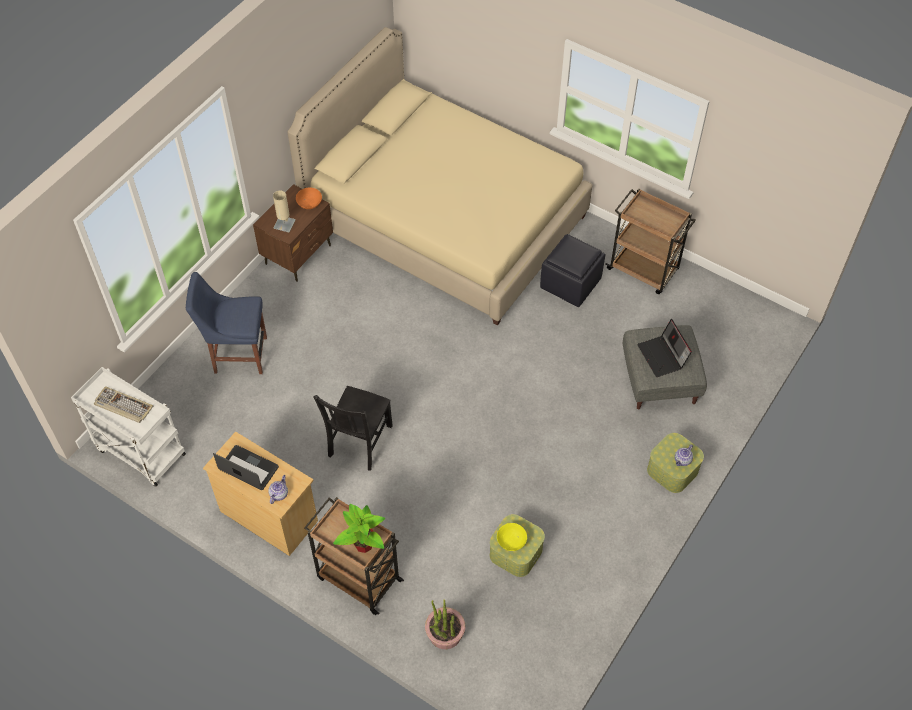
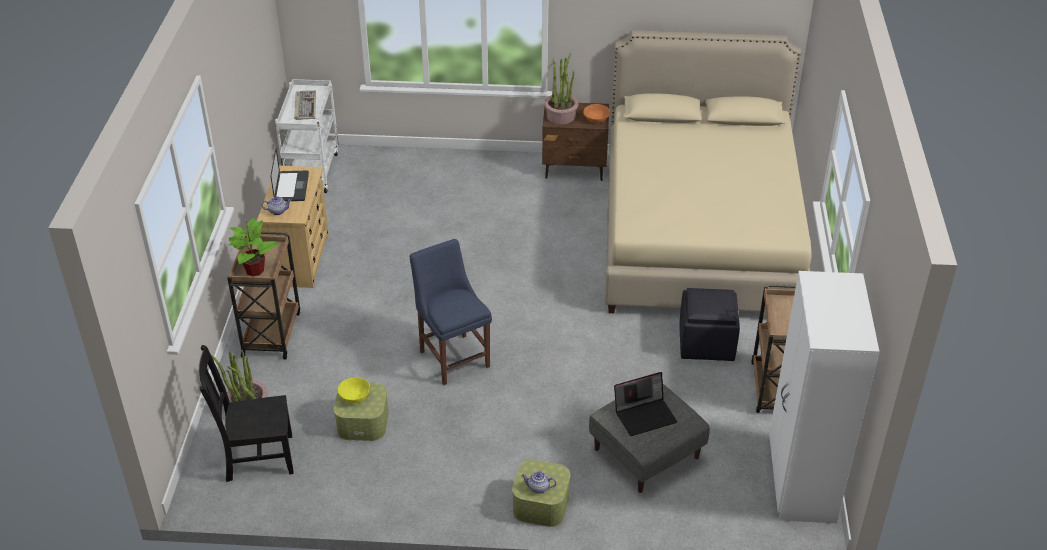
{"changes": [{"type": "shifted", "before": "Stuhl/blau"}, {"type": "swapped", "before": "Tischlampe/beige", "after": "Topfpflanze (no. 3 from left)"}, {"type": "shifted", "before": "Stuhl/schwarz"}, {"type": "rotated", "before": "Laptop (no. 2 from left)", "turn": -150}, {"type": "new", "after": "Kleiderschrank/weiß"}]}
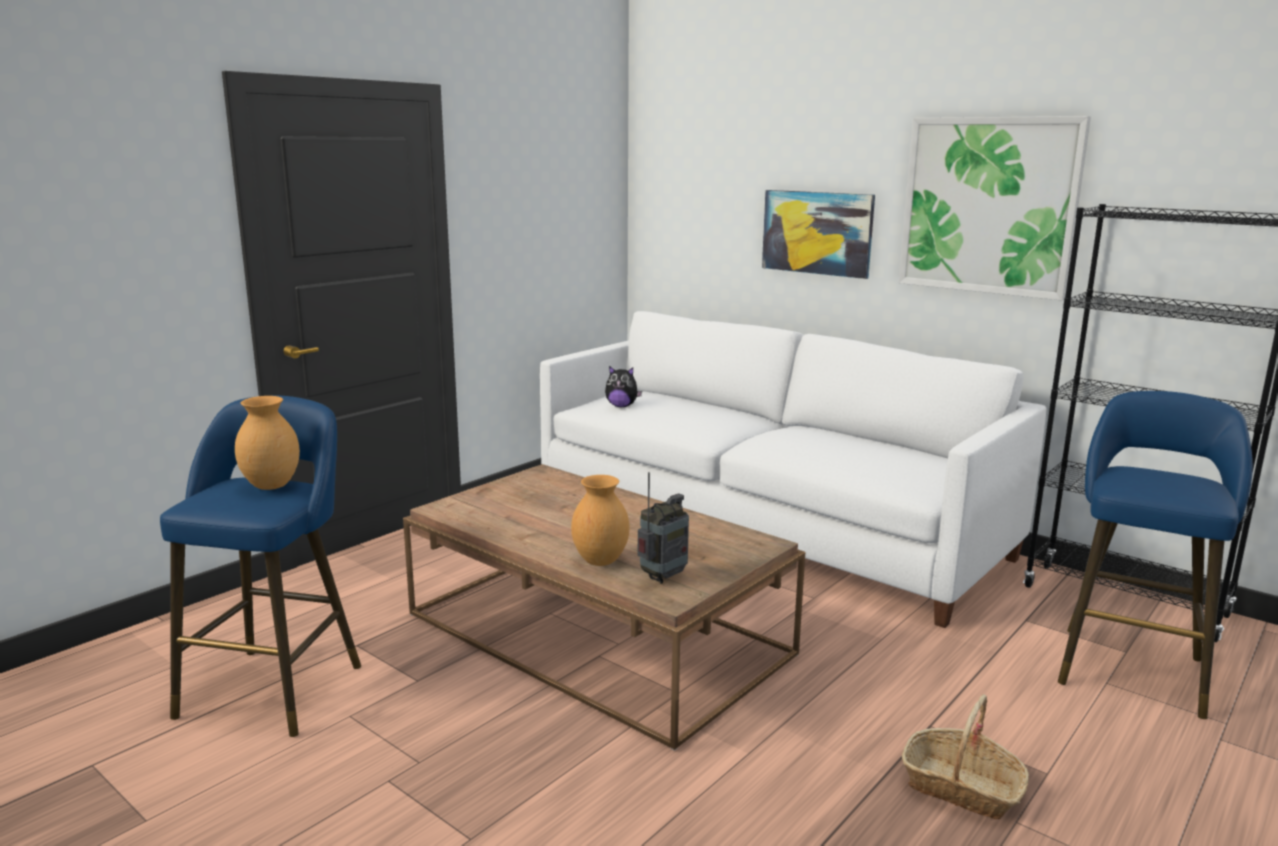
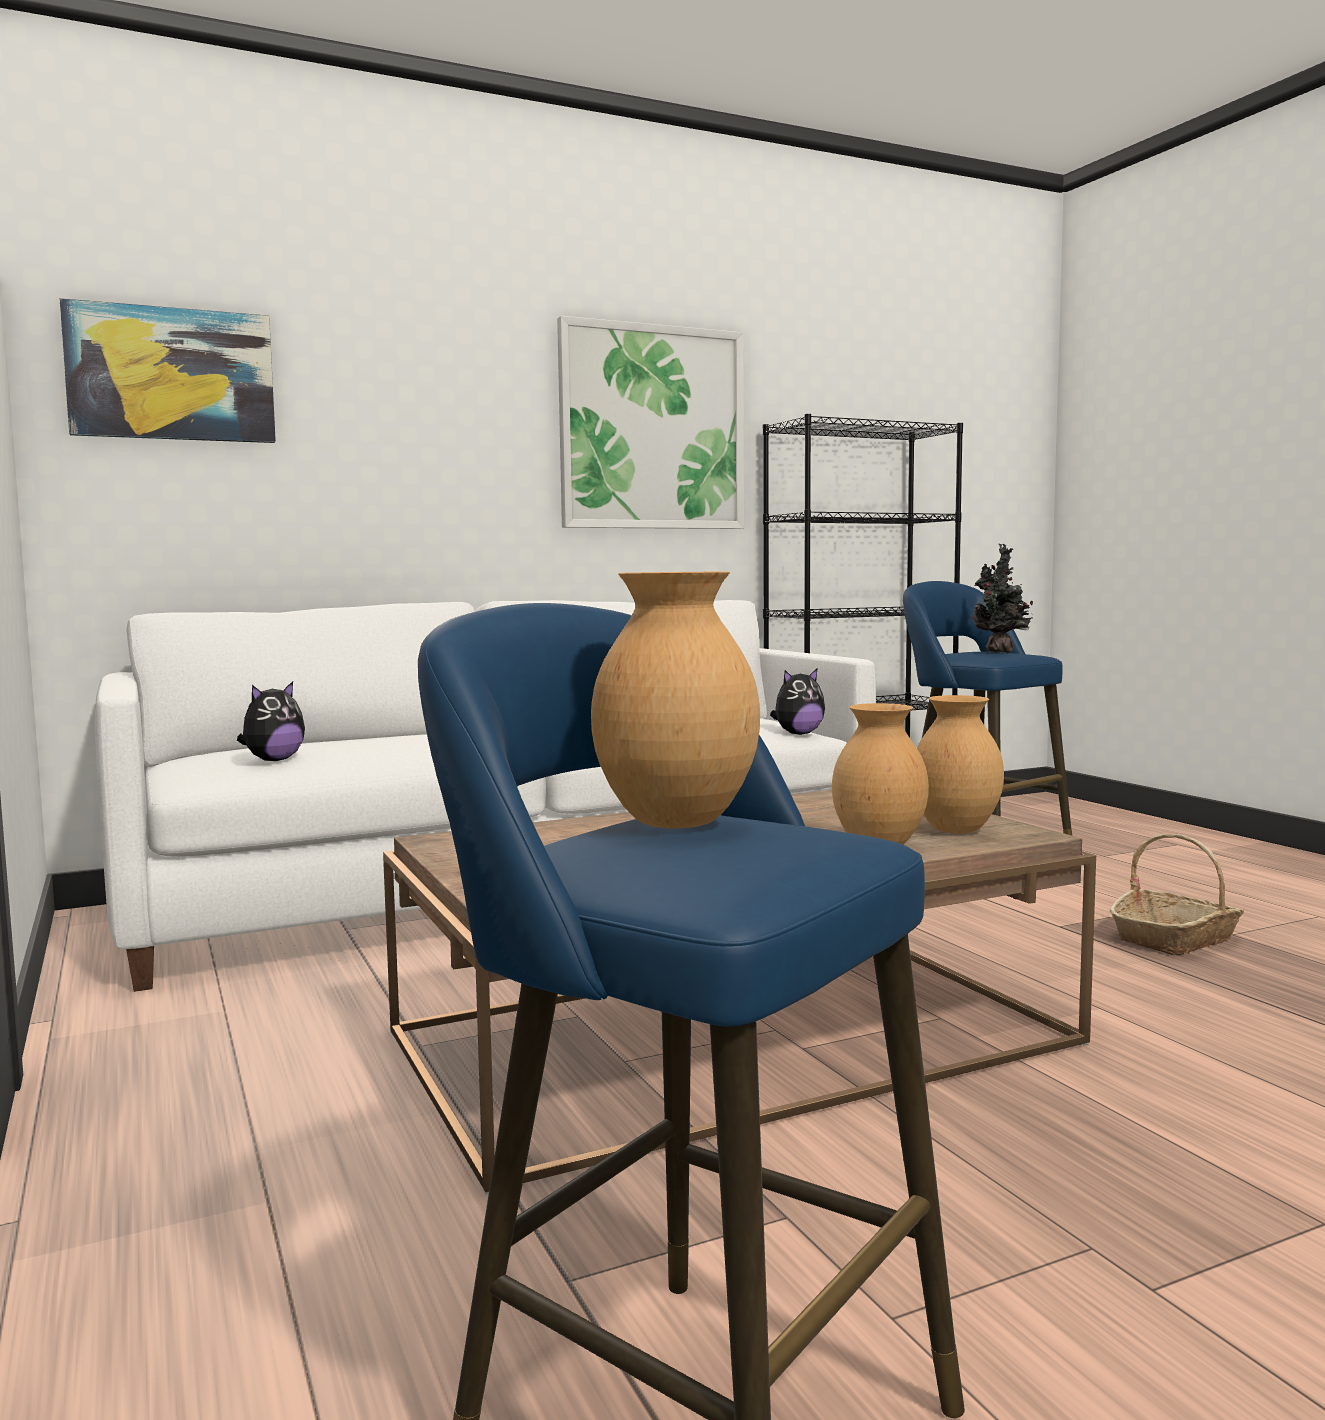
{"changes": [{"type": "swapped", "before": "Radio", "after": "Vase/braun (no. 3 from left)"}, {"type": "shifted", "before": "Bild (no. 1 from left)"}, {"type": "new", "after": "Plüschtier (no. 2 from left)"}, {"type": "new", "after": "Topfpflanze"}]}
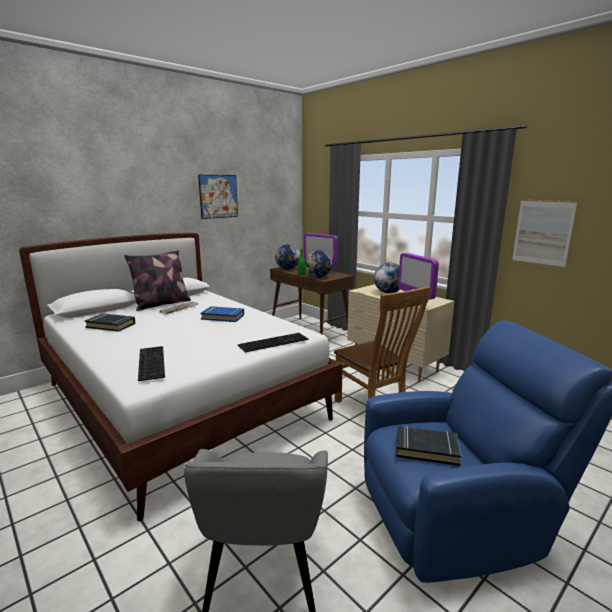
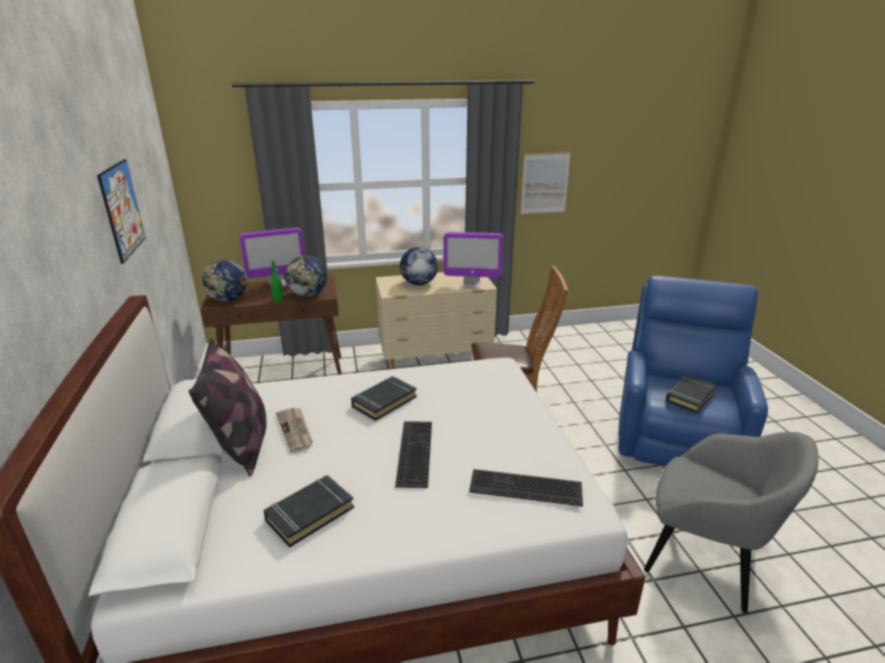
{"changes": [{"type": "repainted", "before": "Buch/blau", "after": "Buch/schwarz (no. 2 from left)"}, {"type": "shifted", "before": "Tastatur (no. 2 from left in the first image)", "after": "Tastatur (no. 1 from left)"}]}
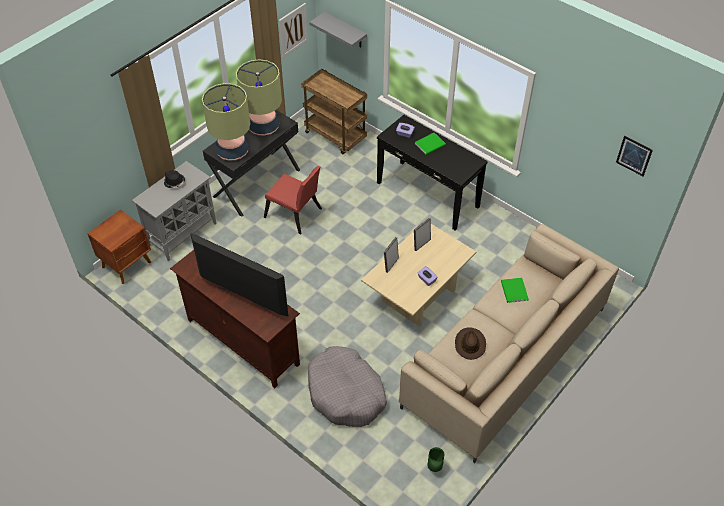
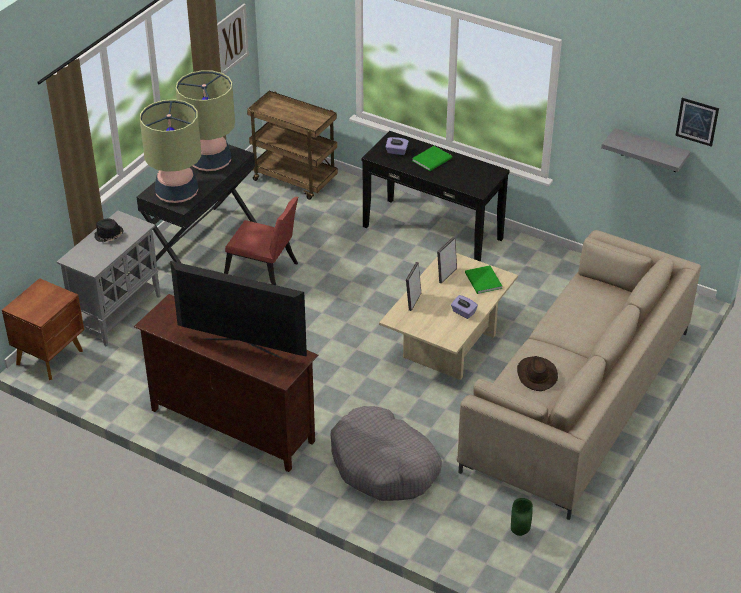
{"changes": [{"type": "shifted", "before": "Wandregal/grau"}, {"type": "shifted", "before": "Buch/grün (no. 2 from left)"}]}
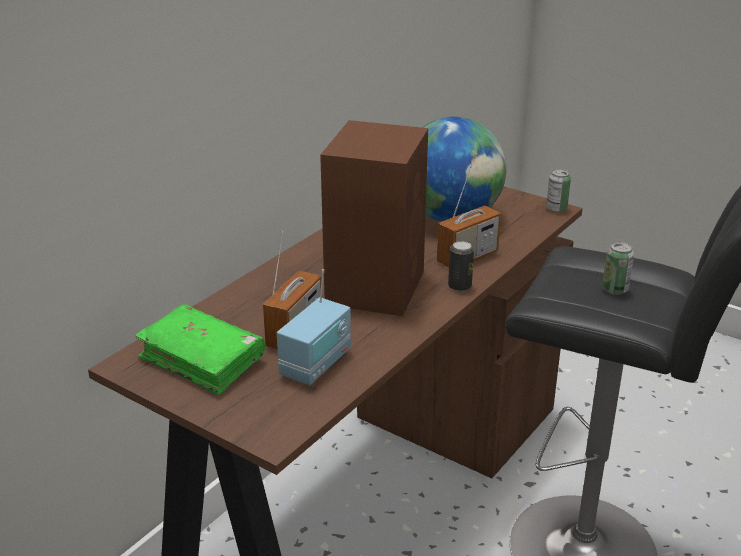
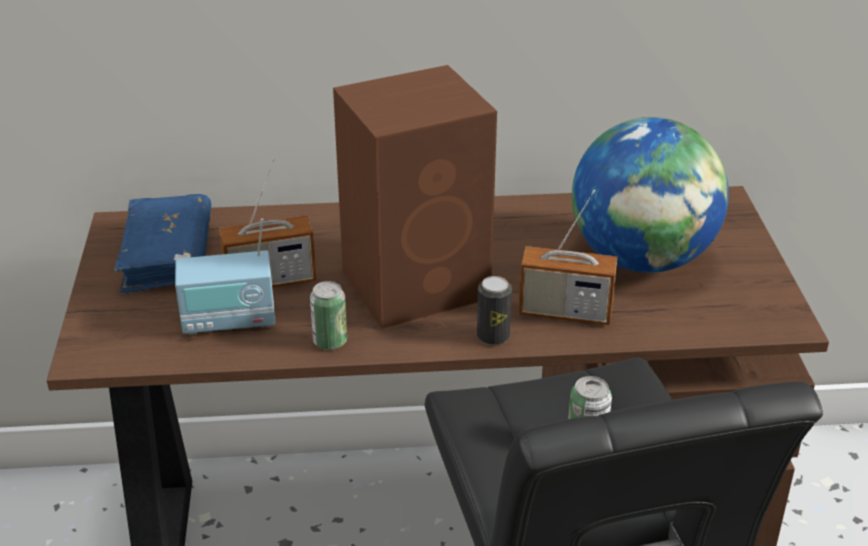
{"changes": [{"type": "repainted", "before": "Buch/grün", "after": "Buch/blau"}, {"type": "shifted", "before": "Dose (no. 2 from left in the first image)", "after": "Dose (no. 1 from left)"}]}
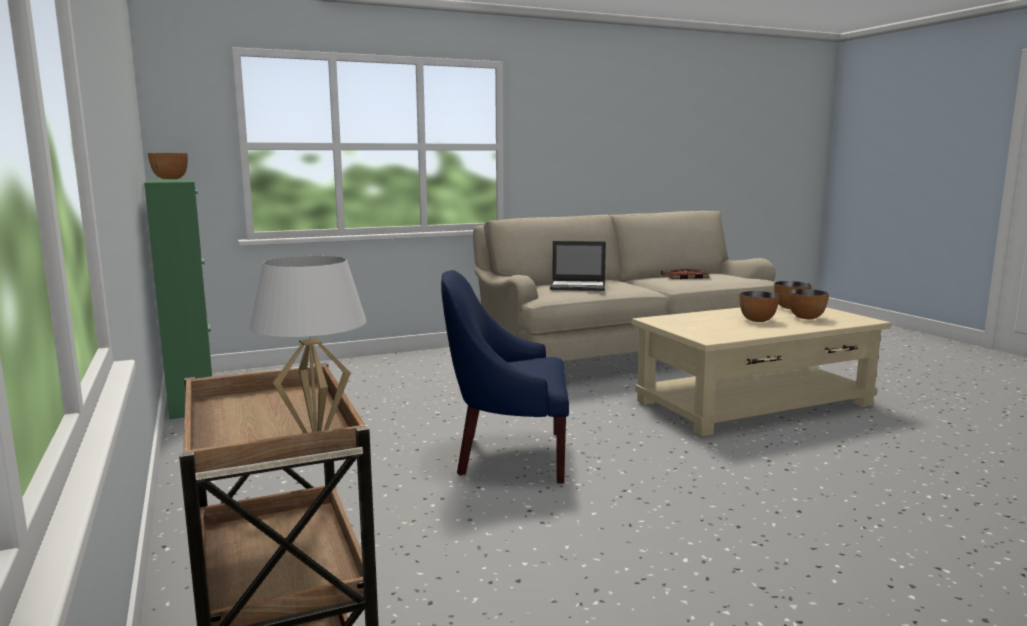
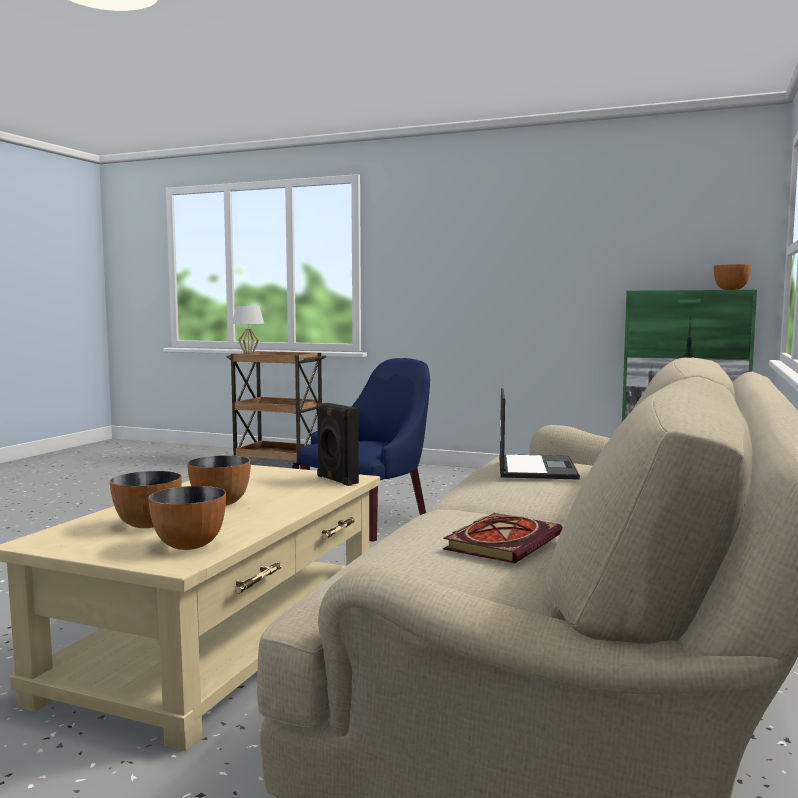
{"changes": [{"type": "rotated", "before": "Laptop", "turn": 135}, {"type": "new", "after": "Lautsprecher/schwarz"}]}
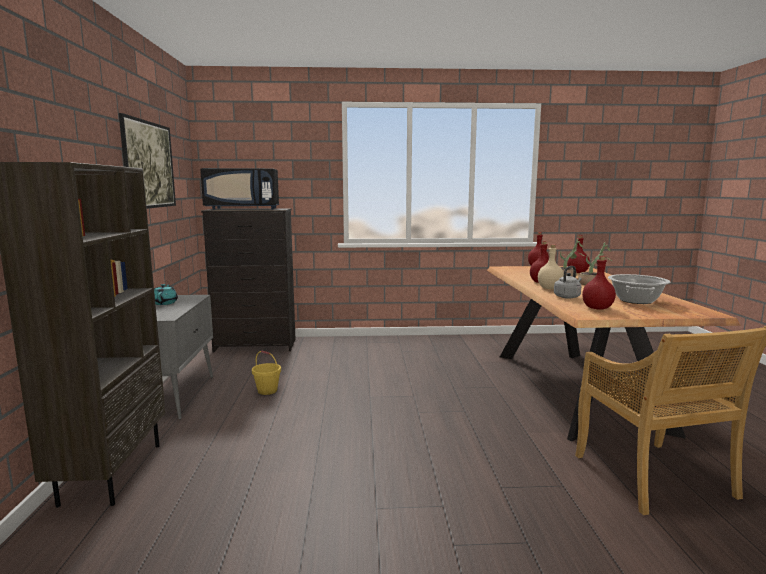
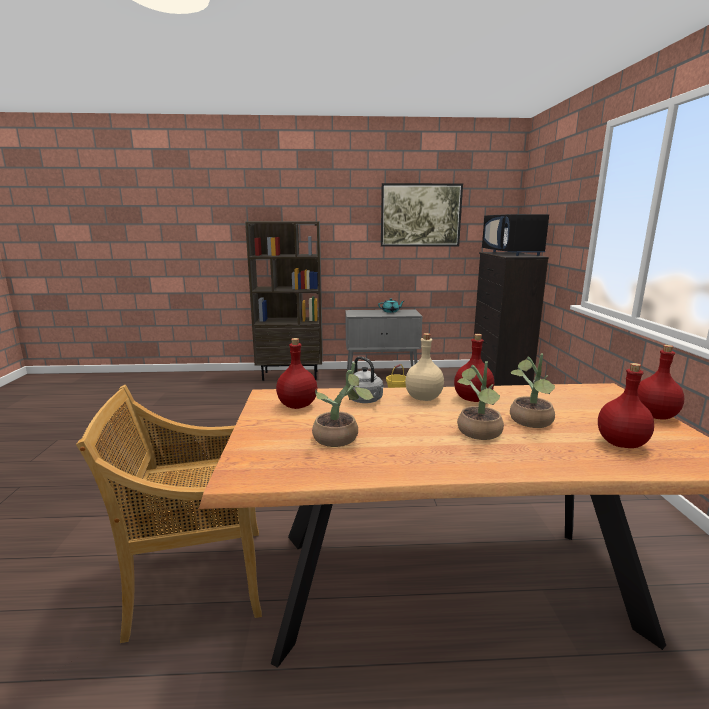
{"changes": [{"type": "swapped", "before": "Kochtopf", "after": "Topfpflanze (no. 1 from left)"}]}
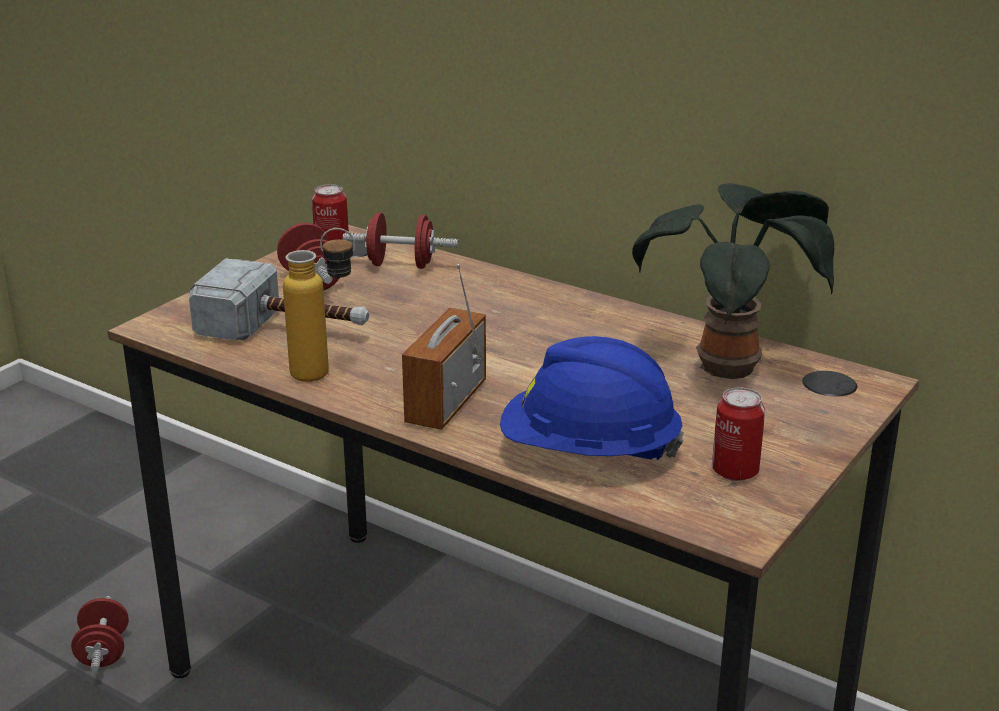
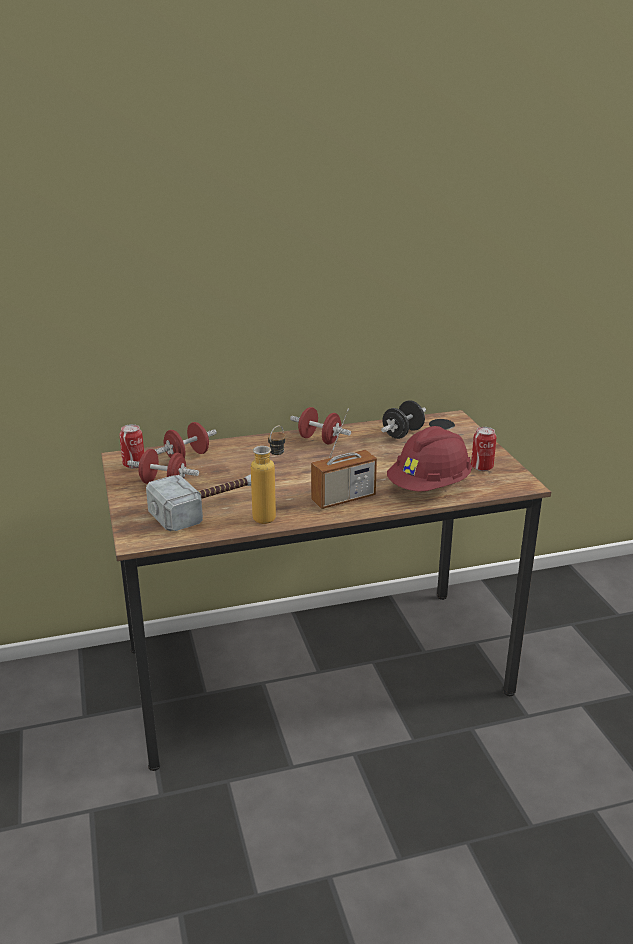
{"changes": [{"type": "shifted", "before": "Hantel/rot (no. 1 from left in the first image)", "after": "Hantel/rot (no. 3 from left)"}, {"type": "rotated", "before": "Radio", "turn": -90}, {"type": "repainted", "before": "Schutzhelm/blau", "after": "Schutzhelm/rot"}, {"type": "swapped", "before": "Topfpflanze", "after": "Hantel/schwarz"}]}
